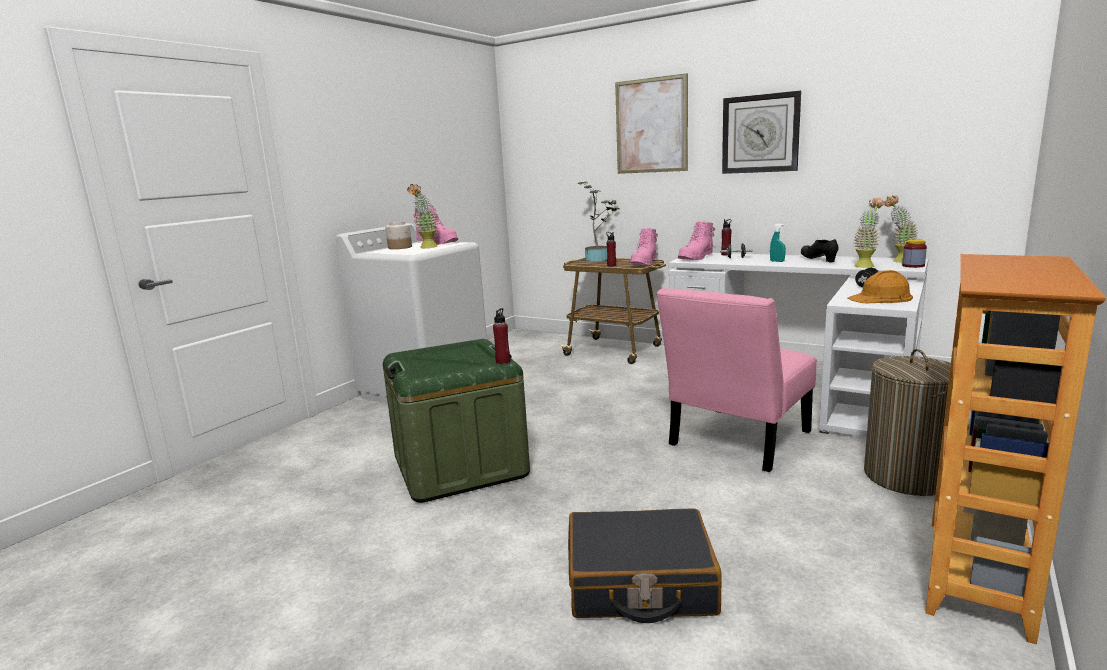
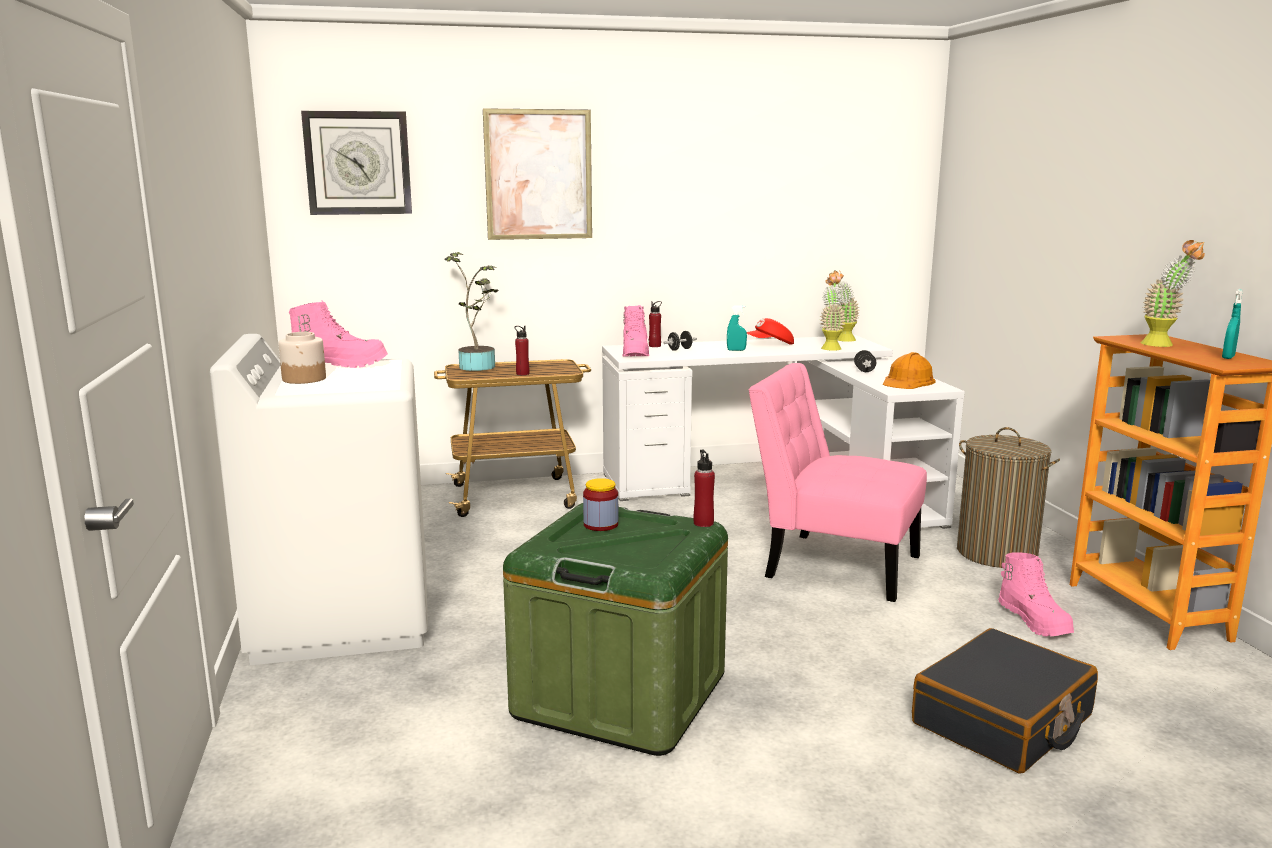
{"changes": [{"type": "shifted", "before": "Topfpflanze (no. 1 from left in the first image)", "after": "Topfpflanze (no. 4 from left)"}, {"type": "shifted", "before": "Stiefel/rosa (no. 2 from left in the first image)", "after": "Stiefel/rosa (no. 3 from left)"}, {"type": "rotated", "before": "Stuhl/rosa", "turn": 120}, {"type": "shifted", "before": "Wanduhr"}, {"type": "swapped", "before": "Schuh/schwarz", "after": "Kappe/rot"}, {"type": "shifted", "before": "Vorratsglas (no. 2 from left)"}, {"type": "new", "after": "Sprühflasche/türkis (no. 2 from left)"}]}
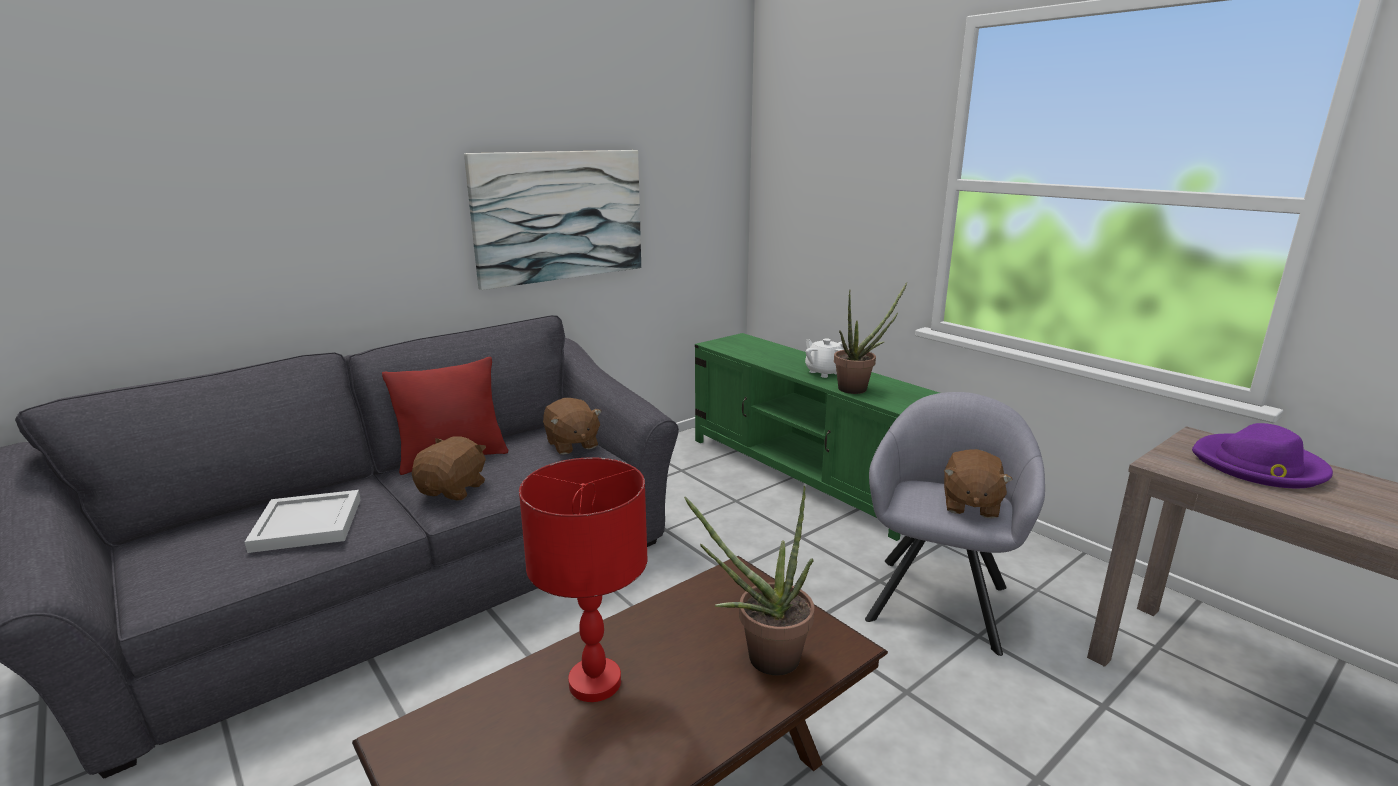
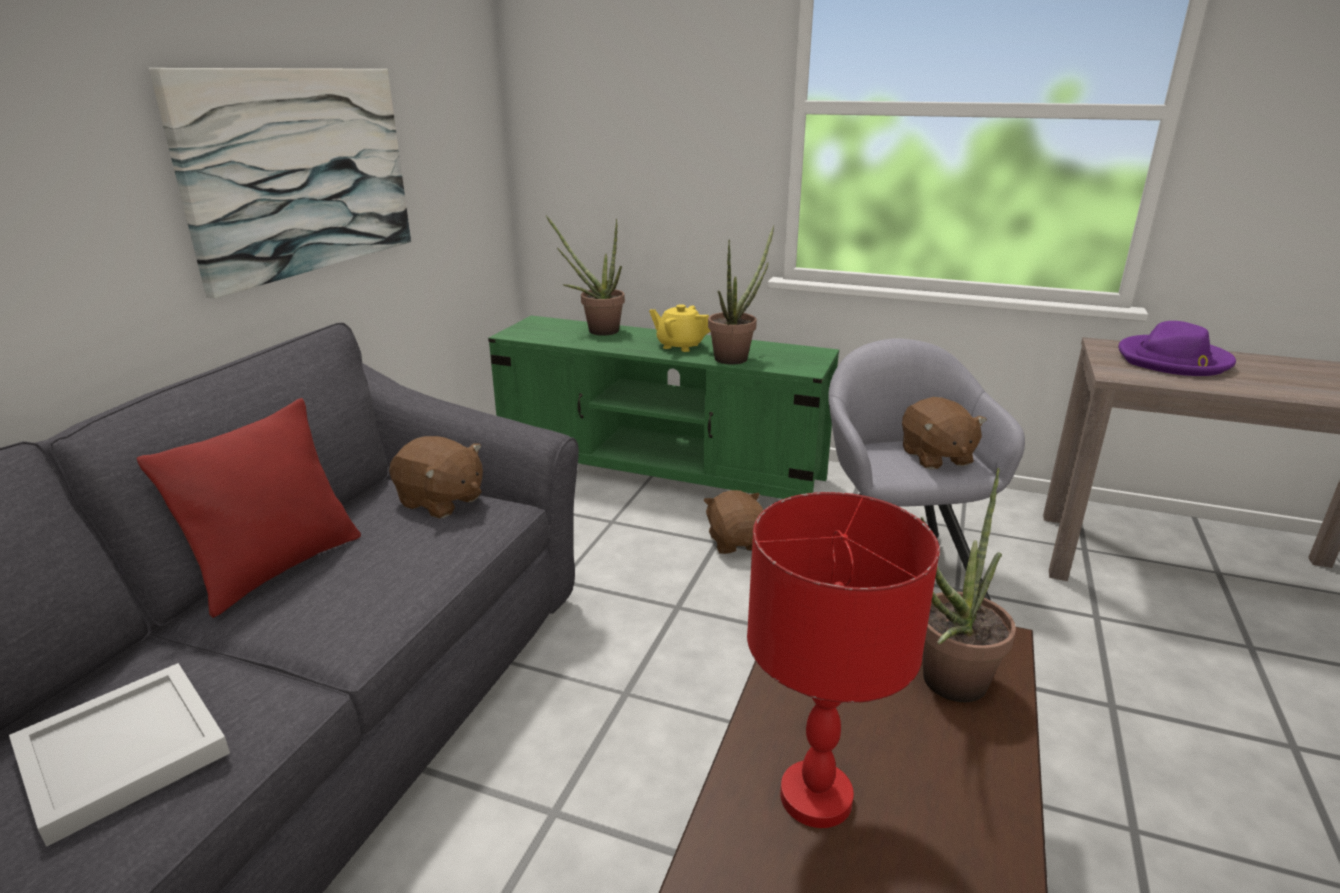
{"changes": [{"type": "shifted", "before": "Plüschtier/braun (no. 1 from left in the first image)", "after": "Plüschtier/braun (no. 2 from left)"}, {"type": "repainted", "before": "Teekanne/weiß", "after": "Teekanne/gelb"}, {"type": "new", "after": "Topfpflanze (no. 1 from left)"}]}
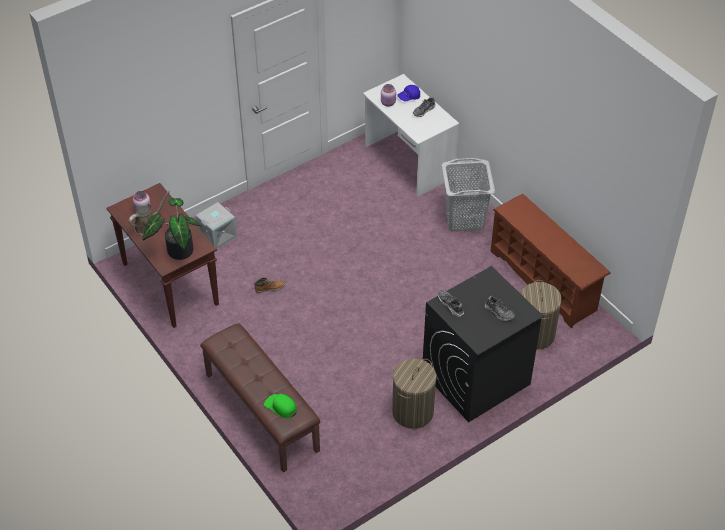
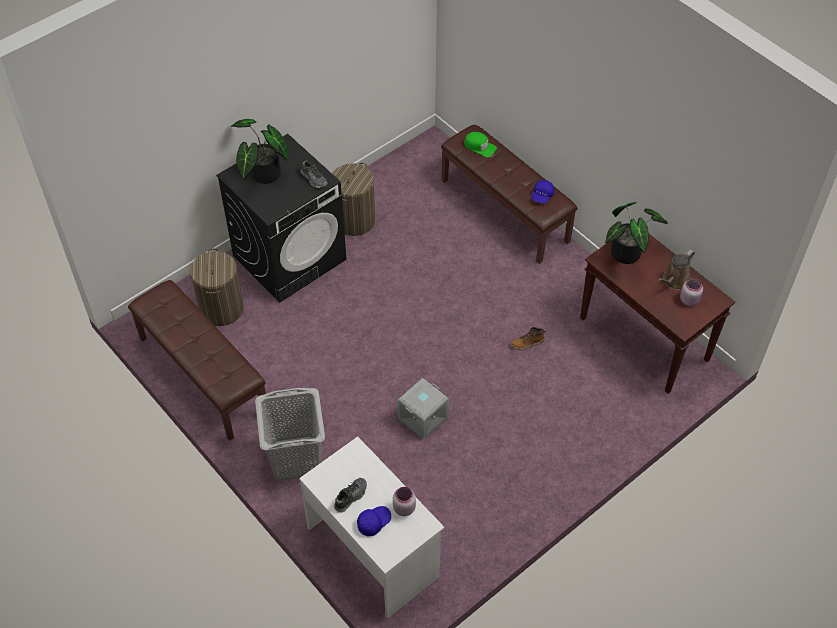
{"changes": [{"type": "shifted", "before": "Aufbewahrungsbox/grau"}, {"type": "swapped", "before": "Schuh (no. 3 from left)", "after": "Topfpflanze (no. 1 from left)"}, {"type": "swapped", "before": "Schuhregal/braun", "after": "Bank/braun (no. 1 from left)"}, {"type": "new", "after": "Kappe/blau (no. 2 from left)"}]}
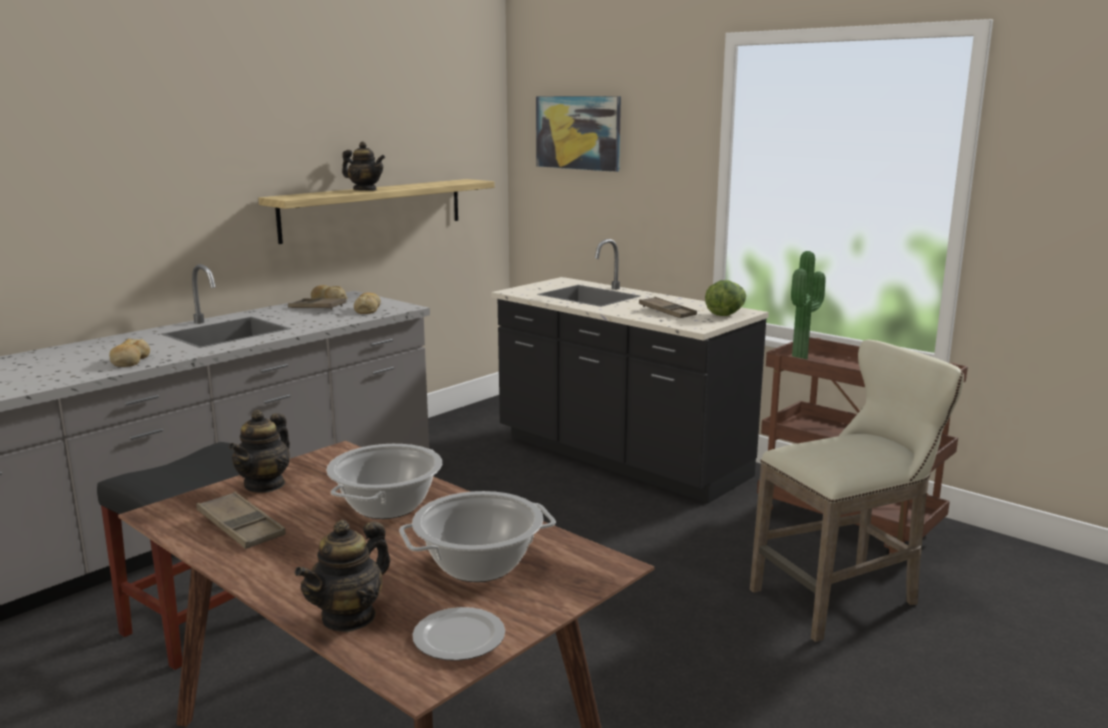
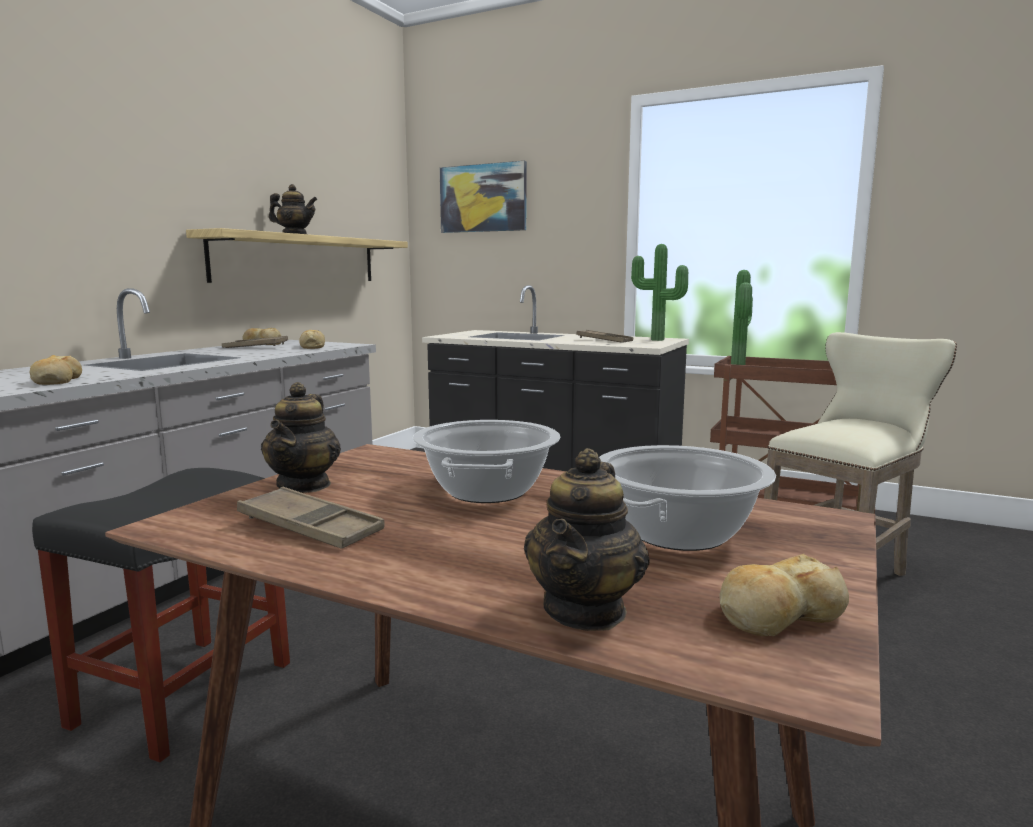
{"changes": [{"type": "swapped", "before": "Teller", "after": "Brot (no. 4 from left)"}, {"type": "swapped", "before": "Salatkopf", "after": "Topfpflanze (no. 1 from left)"}]}
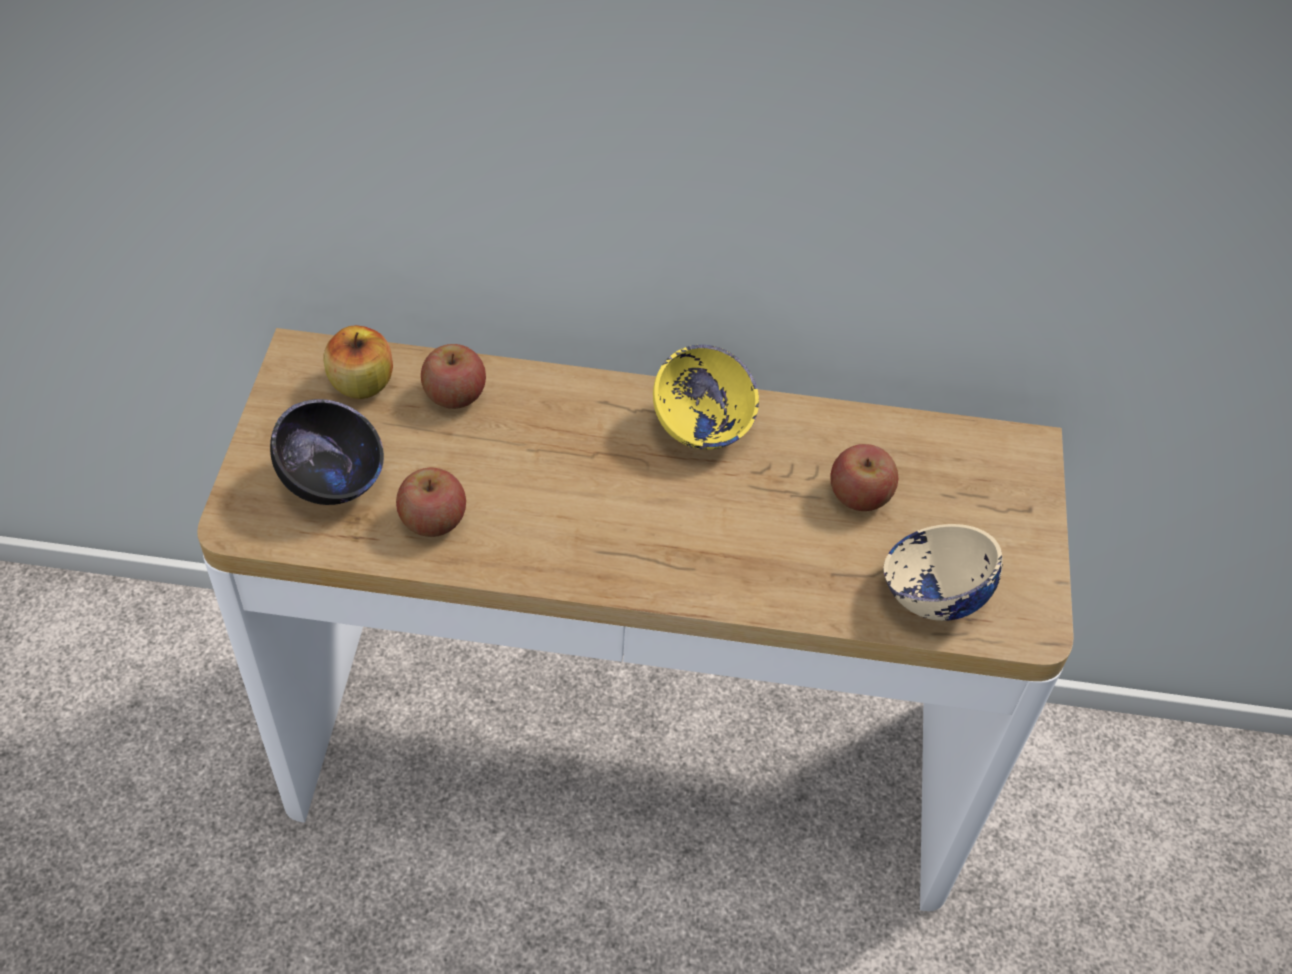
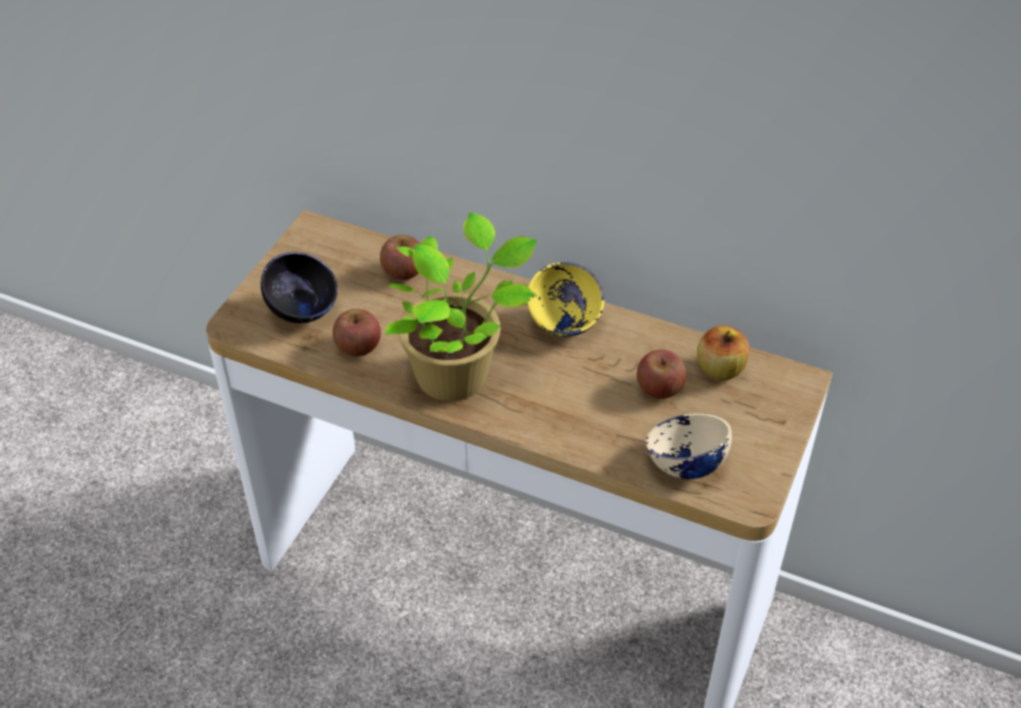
{"changes": [{"type": "shifted", "before": "Apfel (no. 1 from left in the first image)", "after": "Apfel (no. 4 from left)"}, {"type": "new", "after": "Topfpflanze"}]}
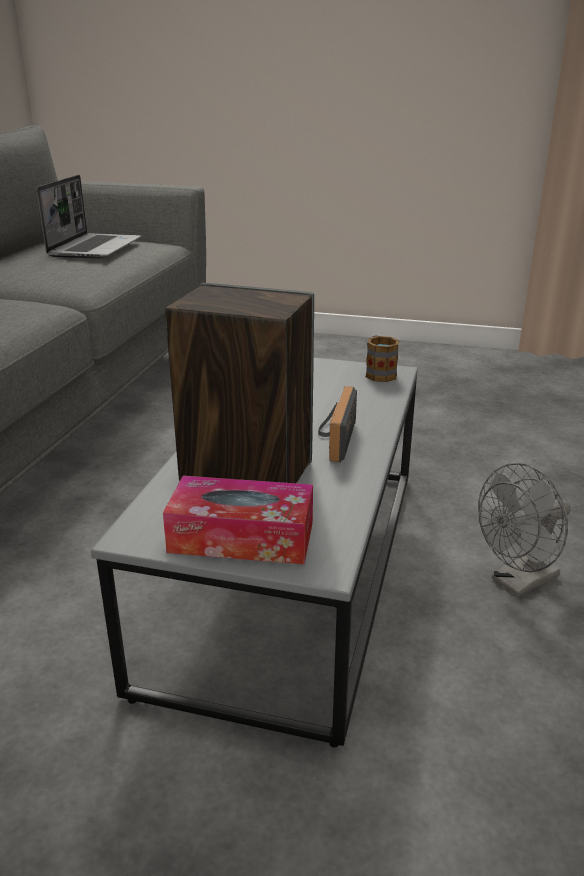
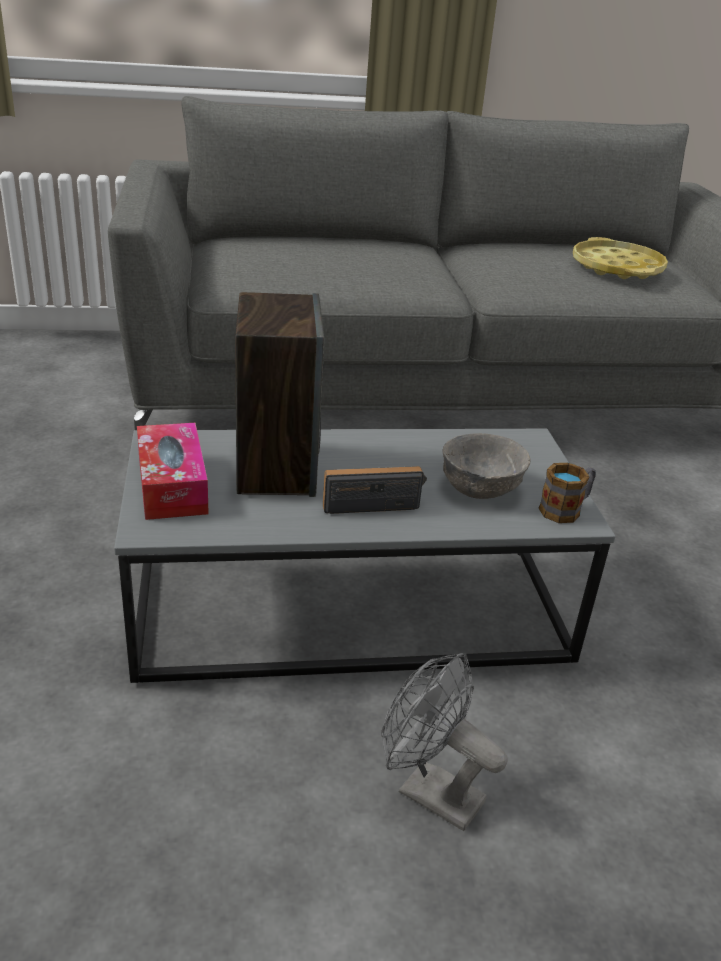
{"changes": [{"type": "swapped", "before": "Laptop", "after": "Tablett/gelb"}, {"type": "new", "after": "Schüssel/grau"}]}
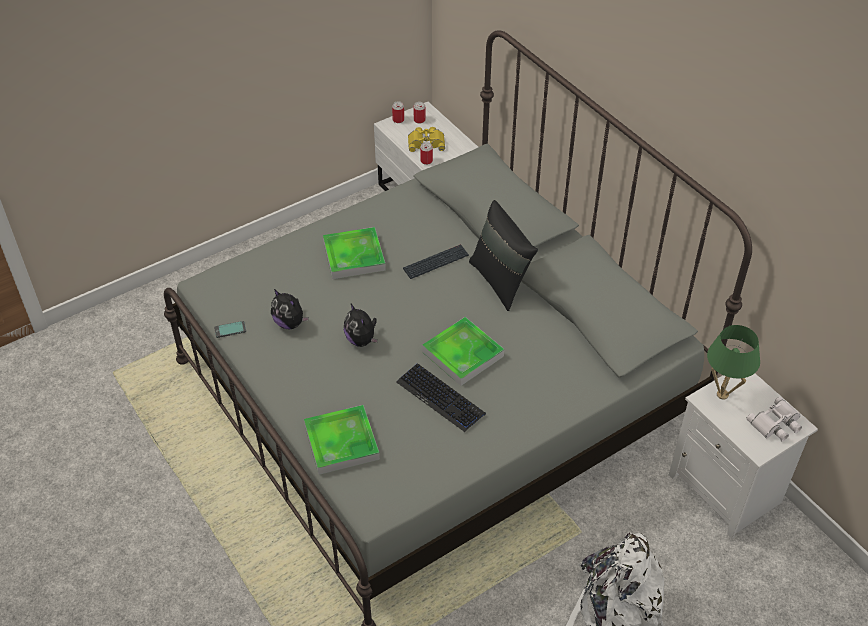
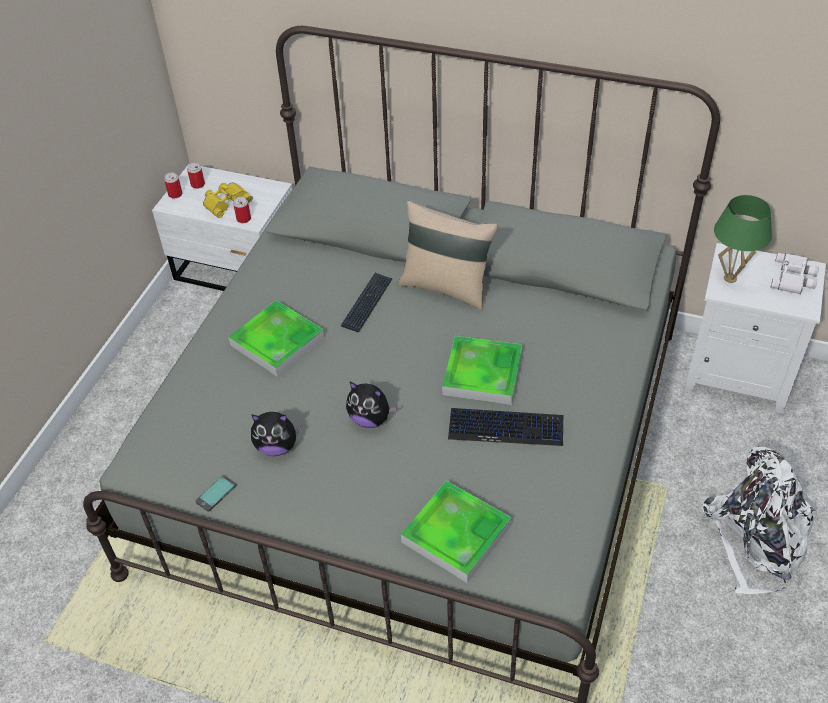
{"changes": [{"type": "repainted", "before": "Kissen/schwarz", "after": "Kissen/beige"}]}
